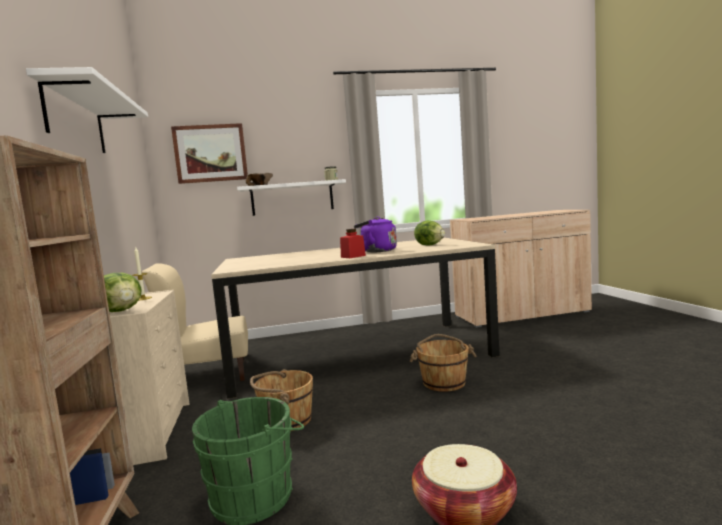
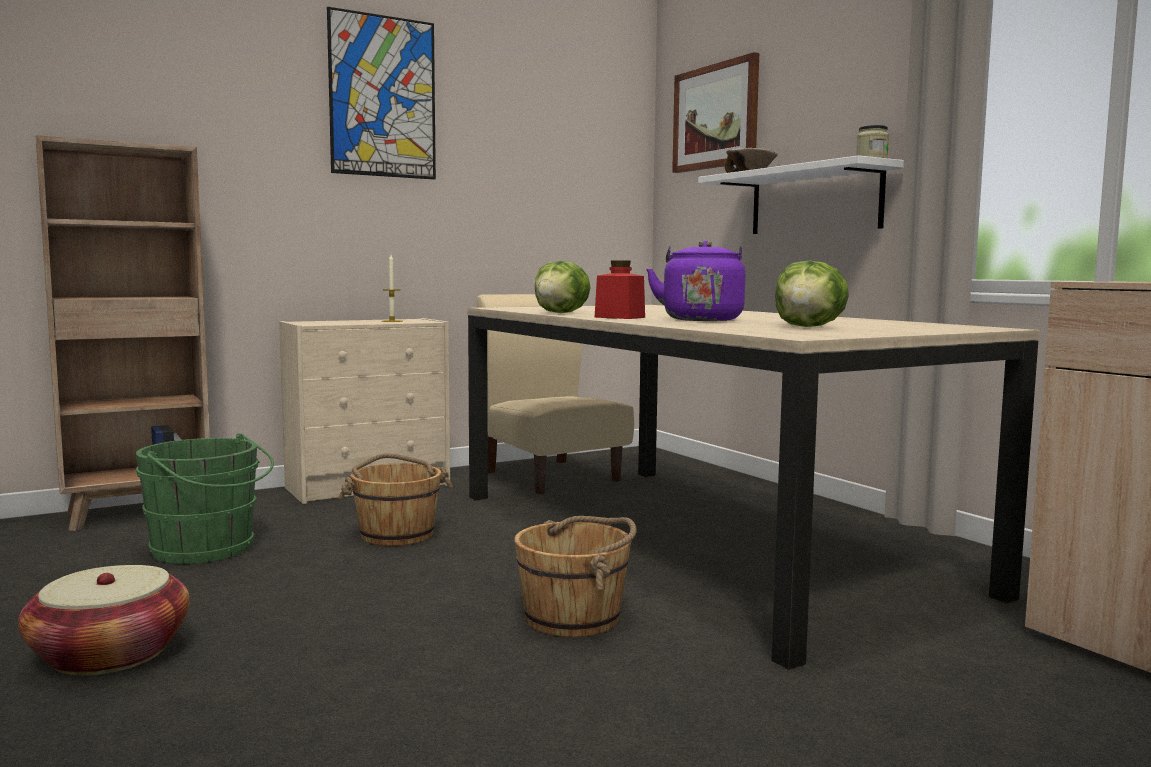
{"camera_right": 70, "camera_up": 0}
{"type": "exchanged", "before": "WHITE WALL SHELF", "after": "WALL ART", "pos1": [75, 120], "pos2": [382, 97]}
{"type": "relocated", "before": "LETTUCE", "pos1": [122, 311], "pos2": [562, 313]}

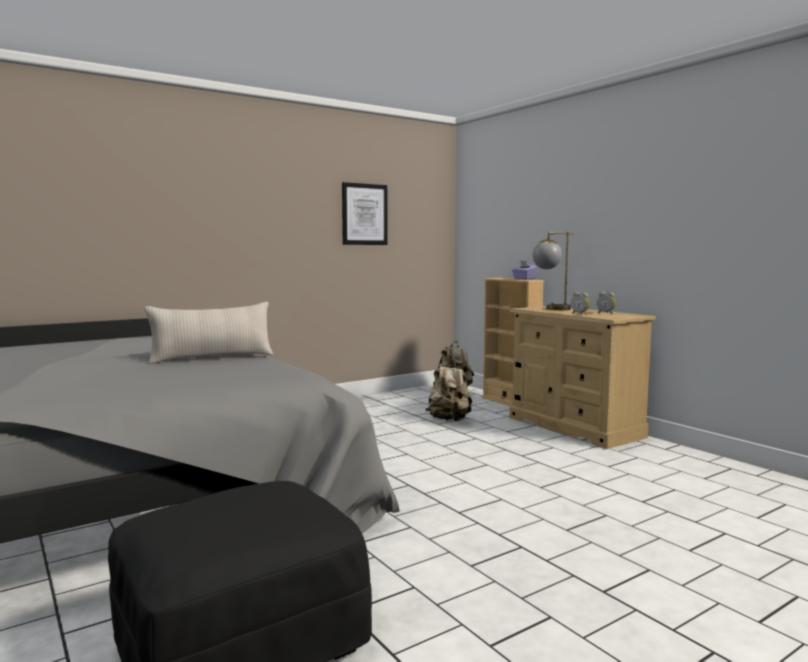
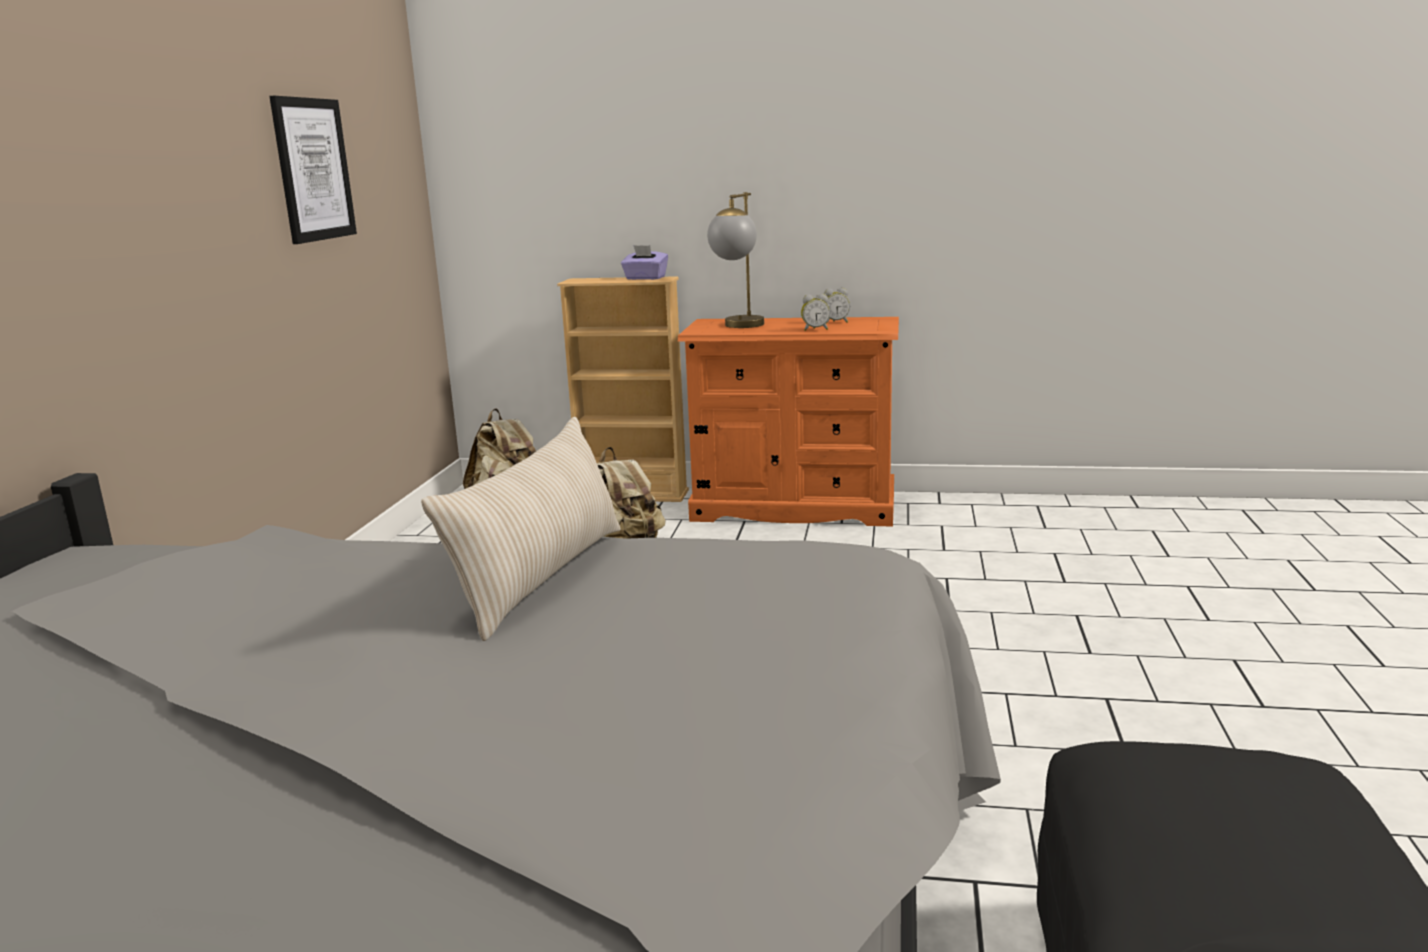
{"camera_right": -45, "camera_up": 10}
{"type": "colour", "before": "BEIGE DRESSER", "after": "ORANGE DRESSER", "pos1": [574, 427], "pos2": [794, 507]}

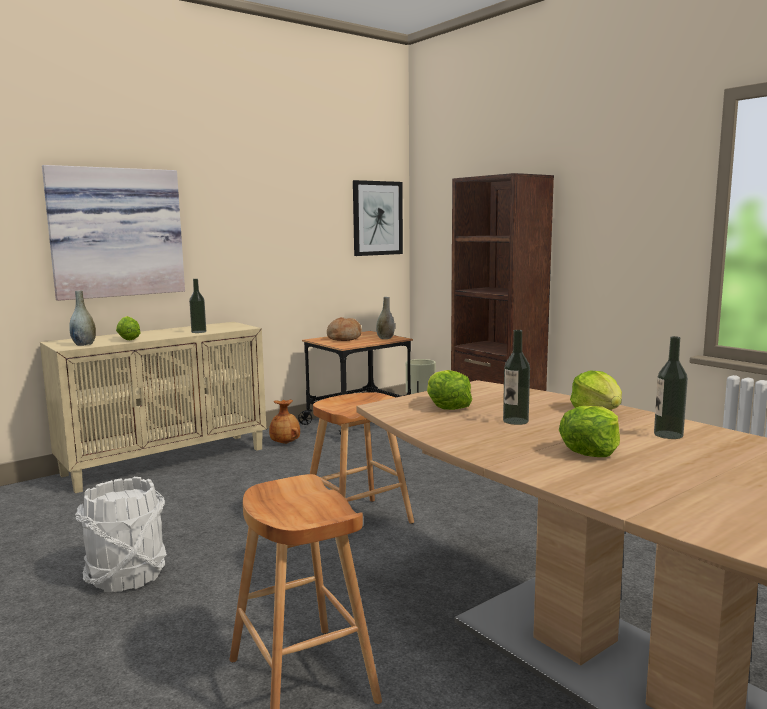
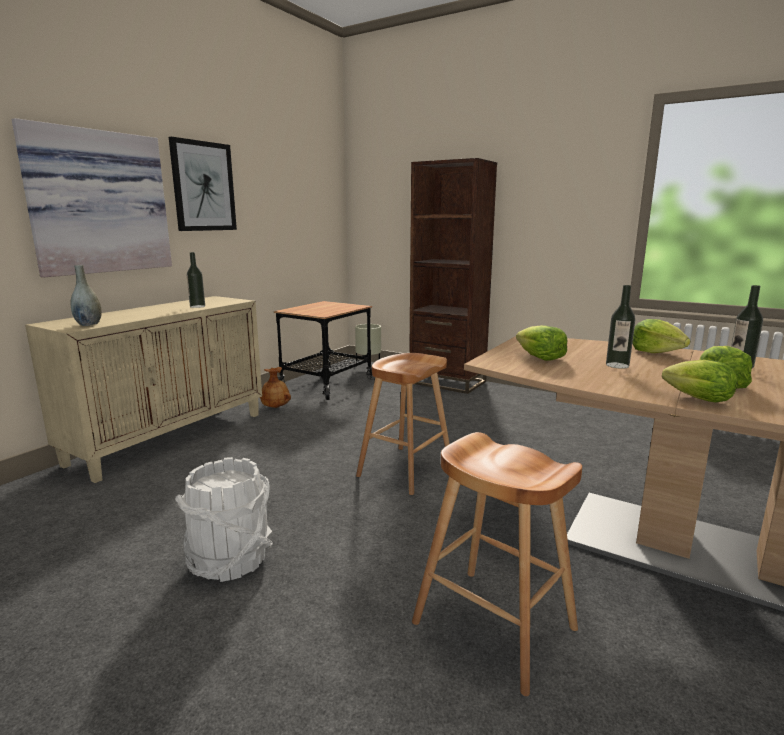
{"camera_right": -20, "camera_up": 5}
{"type": "relocated", "before": "LETTUCE", "pos1": [128, 339], "pos2": [694, 398]}
{"type": "missing", "before": "BAKERY BREAD", "pos1": [343, 338]}
{"type": "relocated", "before": "WALL ART", "pos1": [377, 218], "pos2": [203, 186]}
{"type": "missing", "before": "GREY DECORATIVE VASE", "pos1": [385, 338]}

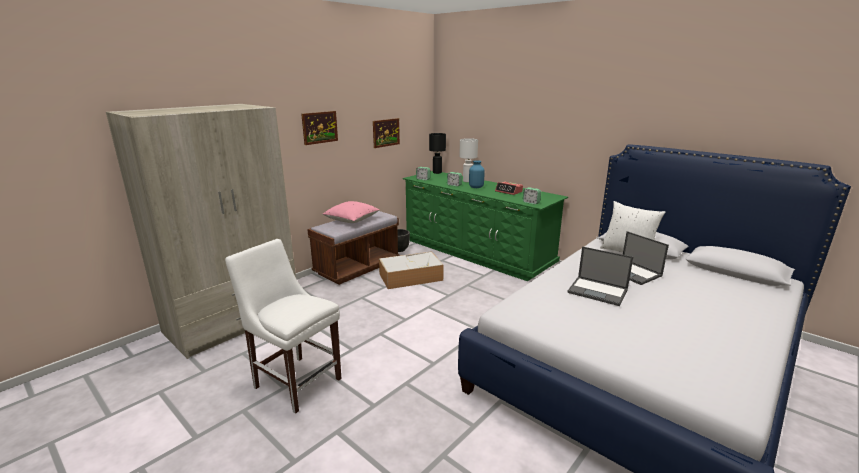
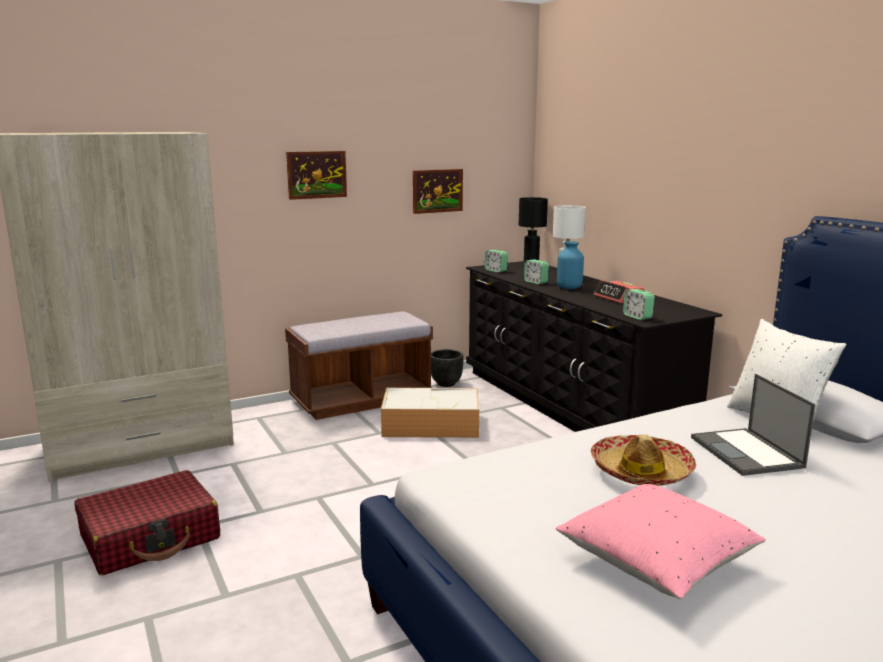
{"camera_right": 20, "camera_up": -5}
{"type": "exchanged", "before": "WHITE CHAIR", "after": "REDDISH SUITCASE", "pos1": [295, 381], "pos2": [151, 537]}
{"type": "relocated", "before": "PINK CUSHION", "pos1": [352, 220], "pos2": [656, 563]}
{"type": "colour", "before": "GREEN-COLOURED DRESSER", "after": "BLACK DRESSER", "pos1": [476, 252], "pos2": [569, 403]}
{"type": "exchanged", "before": "NOTEBOOK COMPUTER", "after": "HAT", "pos1": [598, 291], "pos2": [641, 472]}

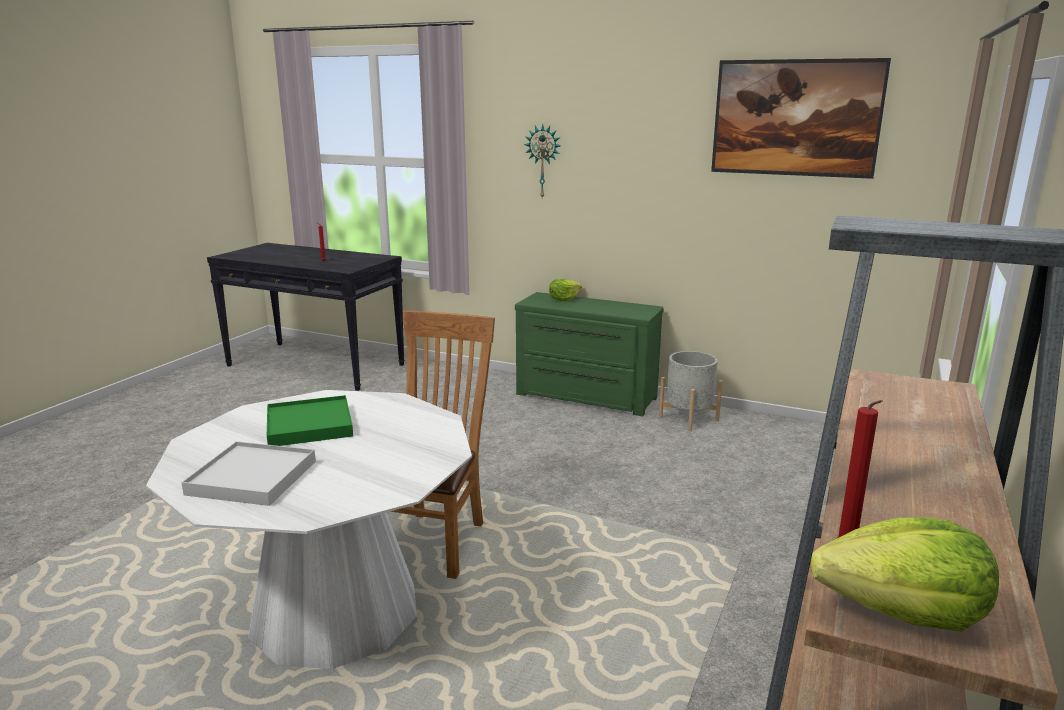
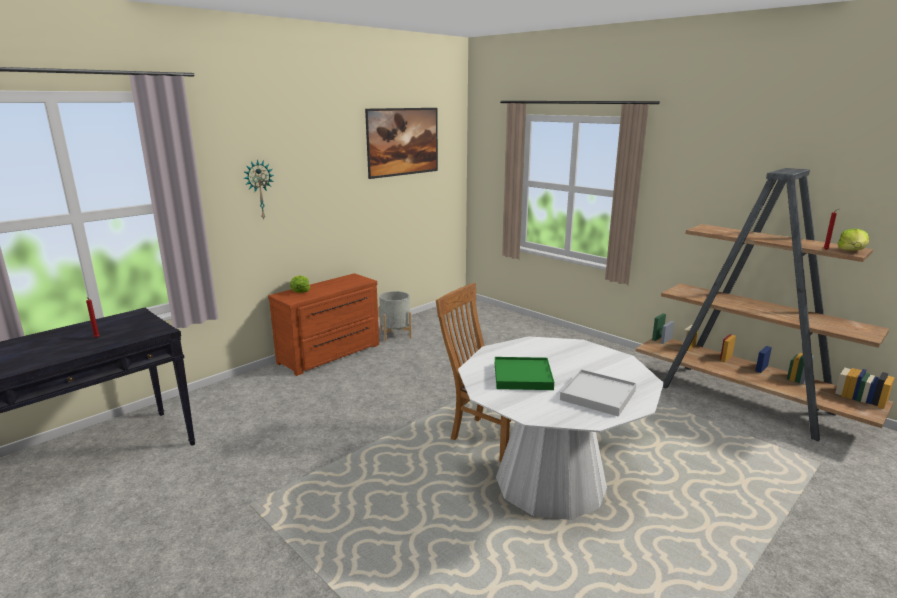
{"camera_right": -70, "camera_up": 0}
{"type": "colour", "before": "GREEN-COLOURED DRESSER", "after": "BROWNISH DRESSER", "pos1": [585, 397], "pos2": [331, 354]}

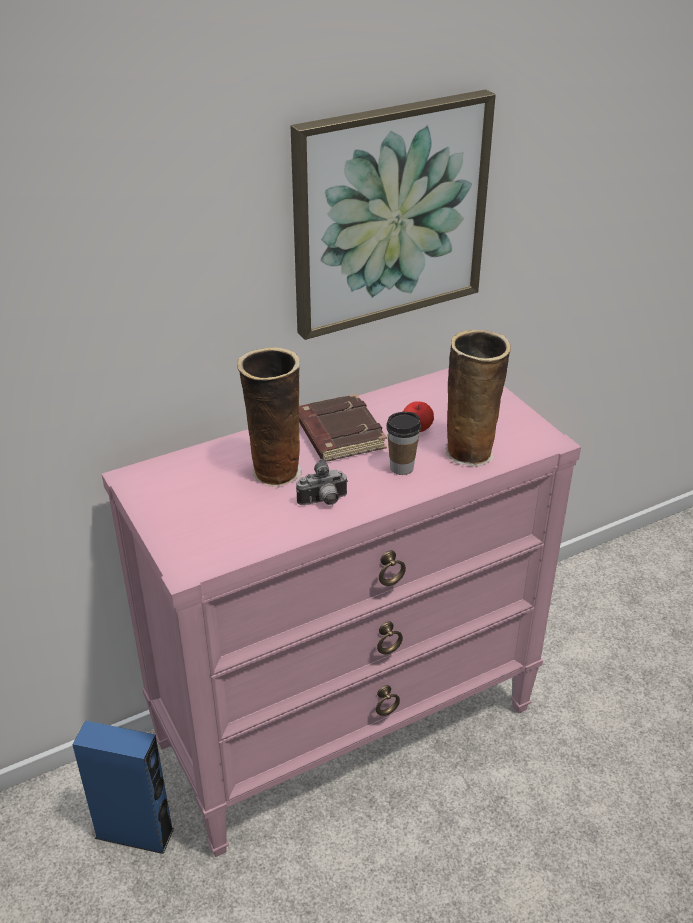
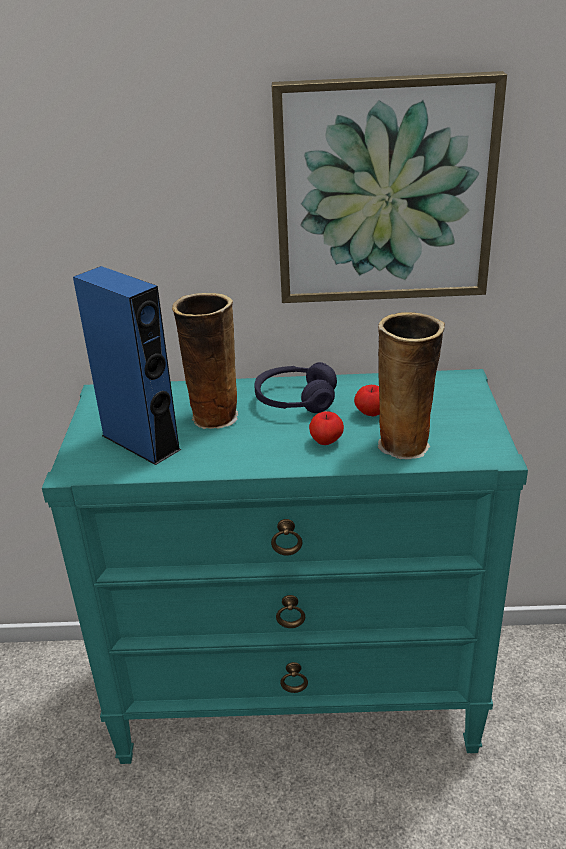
{"camera_right": 30, "camera_up": -5}
{"type": "relocated", "before": "BLUE-COLOURED SPEAKER", "pos1": [134, 833], "pos2": [141, 442]}
{"type": "colour", "before": "PINK DRESSER", "after": "TURQUOISE-COLOURED DRESSER", "pos1": [346, 723], "pos2": [298, 696]}
{"type": "missing", "before": "STILL CAMERA", "pos1": [323, 502]}
{"type": "exchanged", "before": "BROWNISH BOUND BOOK", "after": "PURPLISH HEADPHONES", "pos1": [338, 434], "pos2": [295, 401]}
{"type": "exchanged", "before": "DRINKING CUP", "after": "WHOLE APPLE", "pos1": [401, 468], "pos2": [326, 442]}

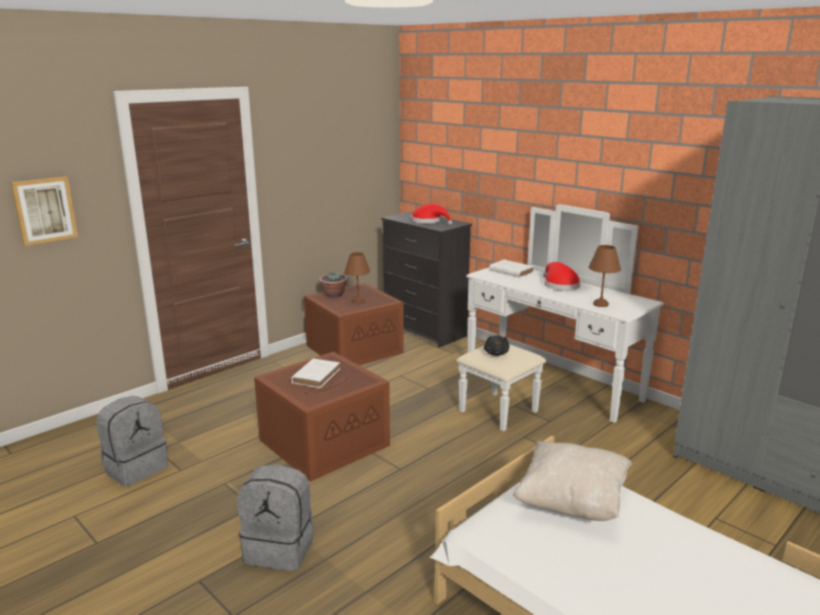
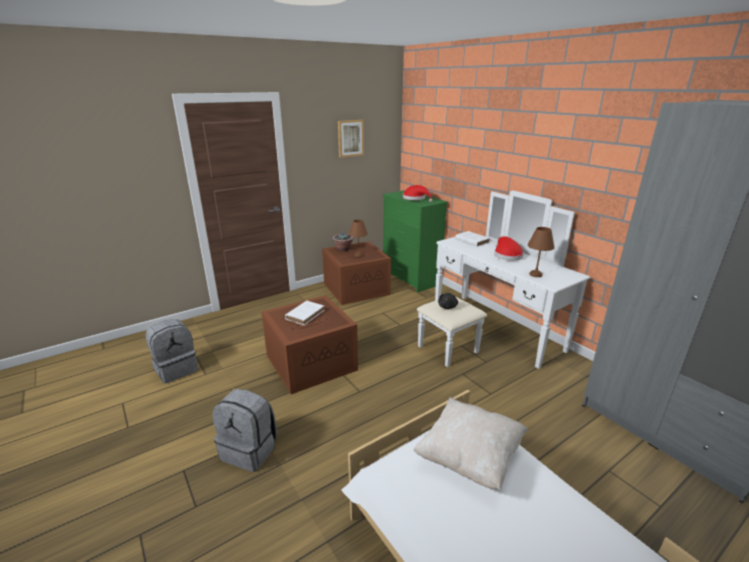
{"camera_right": 10, "camera_up": 5}
{"type": "relocated", "before": "WALL ART", "pos1": [44, 210], "pos2": [350, 138]}
{"type": "colour", "before": "BLACK DRESSER", "after": "GREEN-COLOURED DRESSER", "pos1": [425, 331], "pos2": [410, 279]}

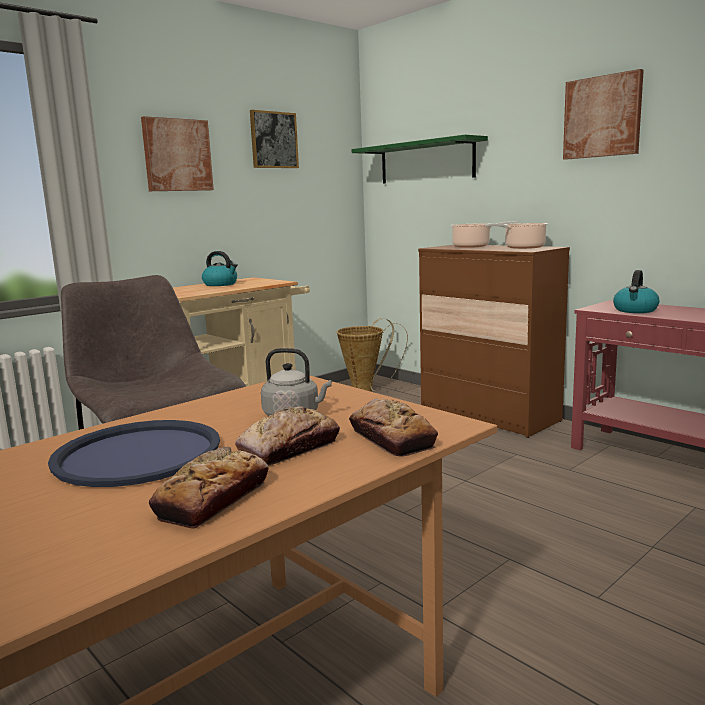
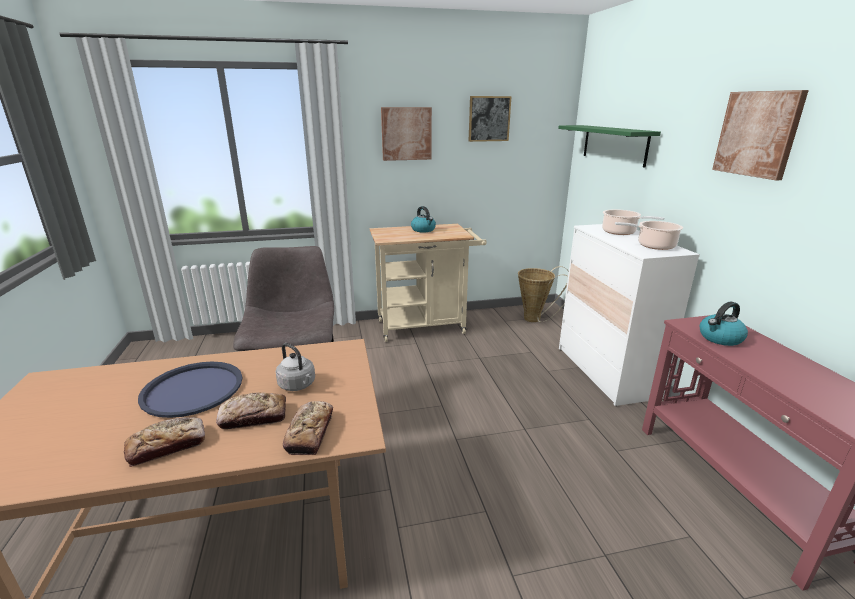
{"camera_right": 30, "camera_up": 10}
{"type": "colour", "before": "BROWNISH DRESSER", "after": "WHITE DRESSER", "pos1": [488, 415], "pos2": [606, 372]}

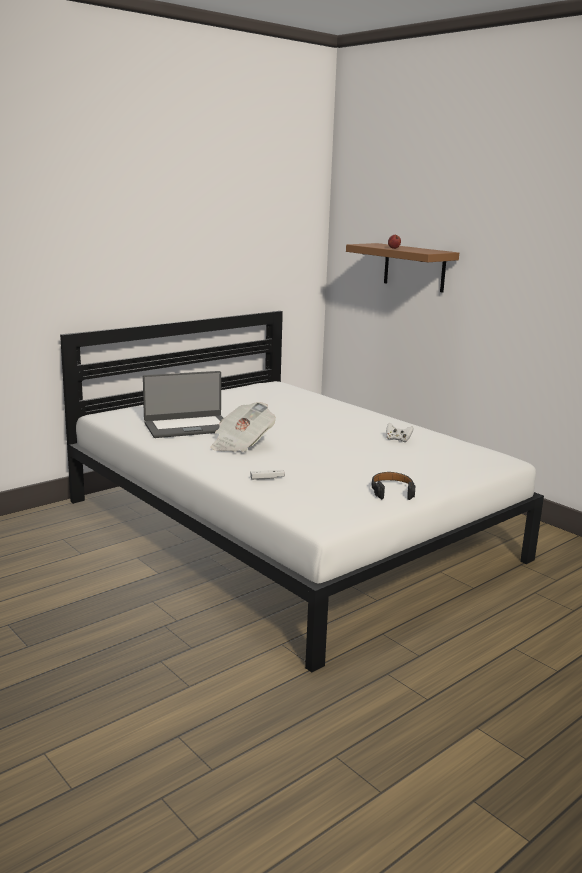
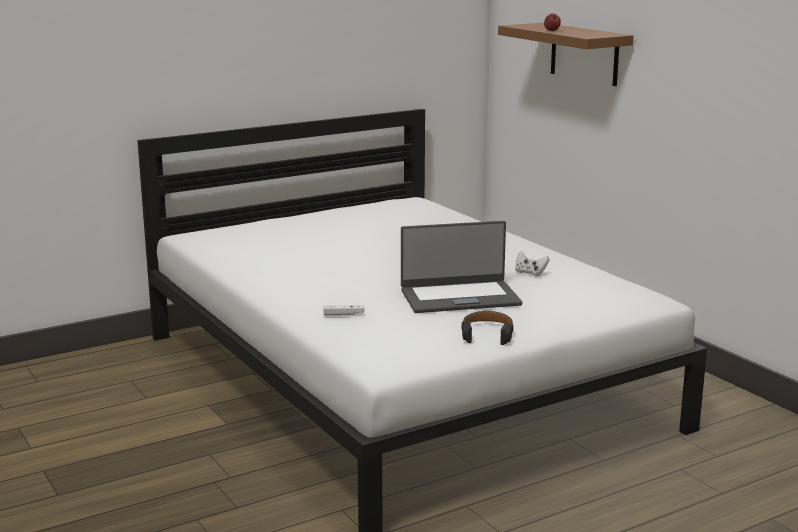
{"camera_right": 10, "camera_up": 0}
{"type": "relocated", "before": "NOTEBOOK COMPUTER", "pos1": [188, 427], "pos2": [459, 297]}
{"type": "missing", "before": "DAILY PAPER", "pos1": [241, 444]}

